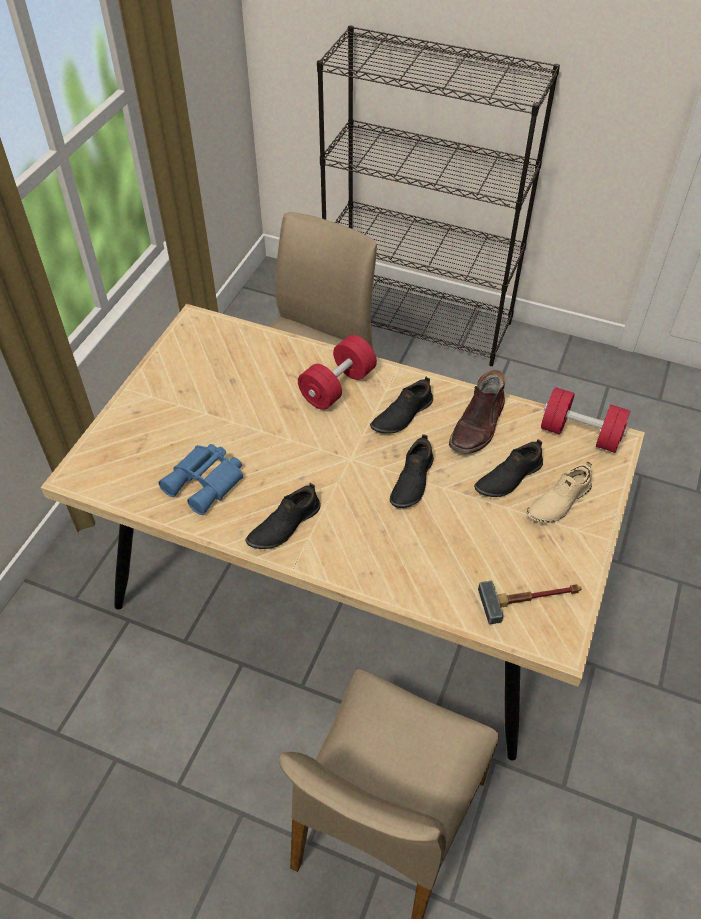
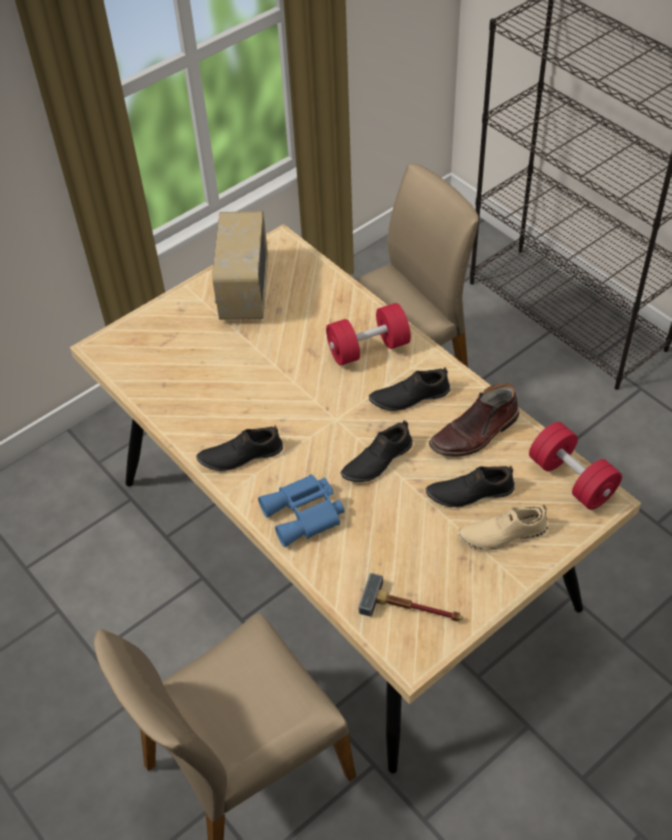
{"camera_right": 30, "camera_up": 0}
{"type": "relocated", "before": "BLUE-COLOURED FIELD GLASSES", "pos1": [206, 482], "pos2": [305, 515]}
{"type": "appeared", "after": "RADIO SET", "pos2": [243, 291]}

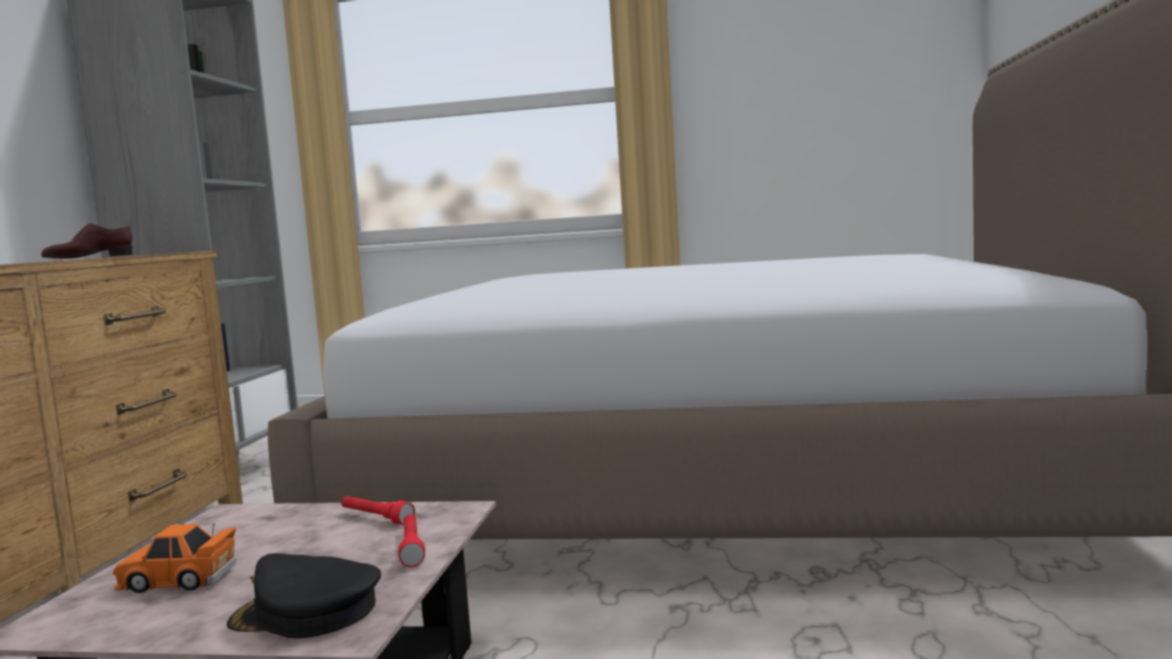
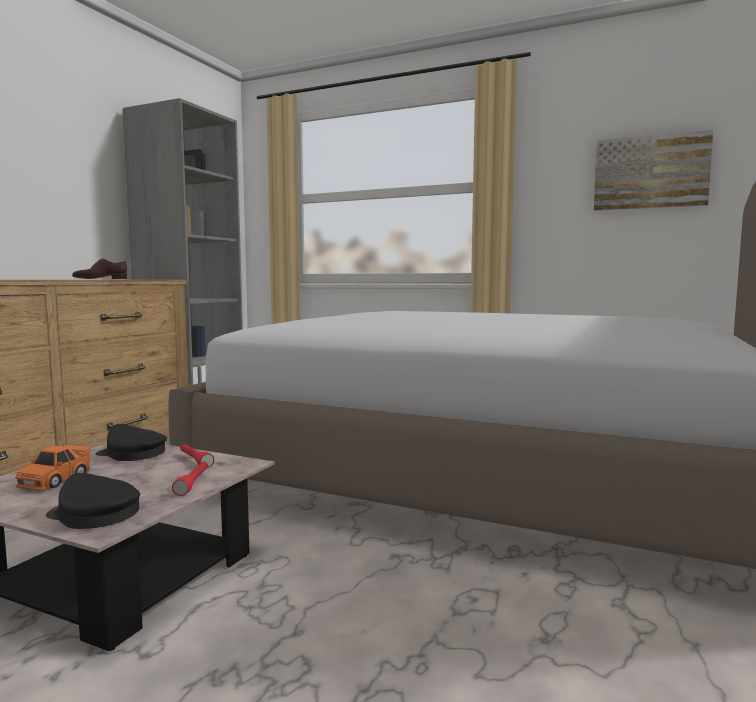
{"camera_right": 15, "camera_up": 0}
{"type": "spun", "before": "ORANGE TOY CAR", "pos1": [178, 580], "pos2": [55, 480], "turn": -90}
{"type": "appeared", "after": "BLACK PEAKED CAP", "pos2": [131, 453]}
{"type": "appeared", "after": "WALL ART", "pos2": [650, 172]}

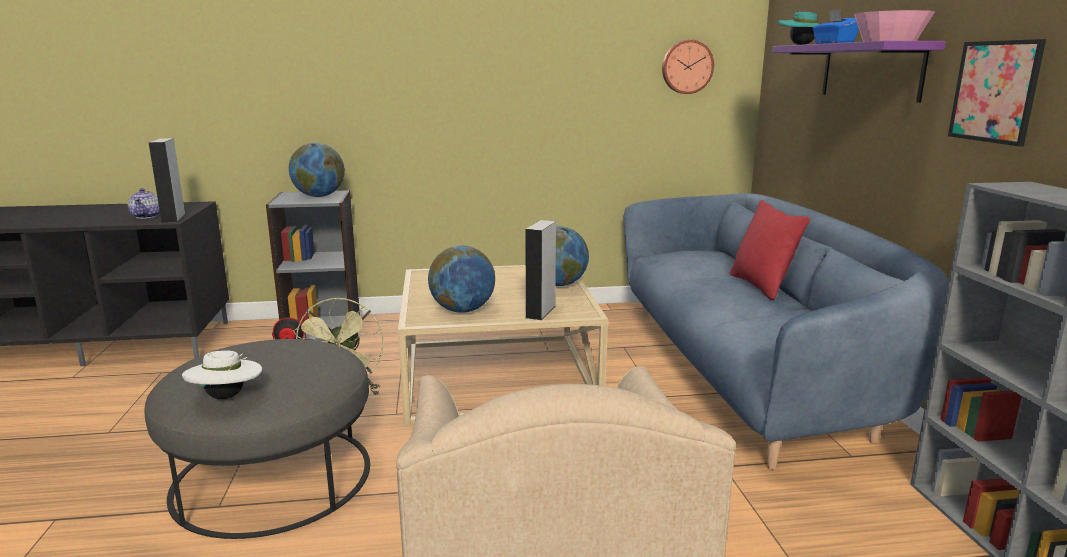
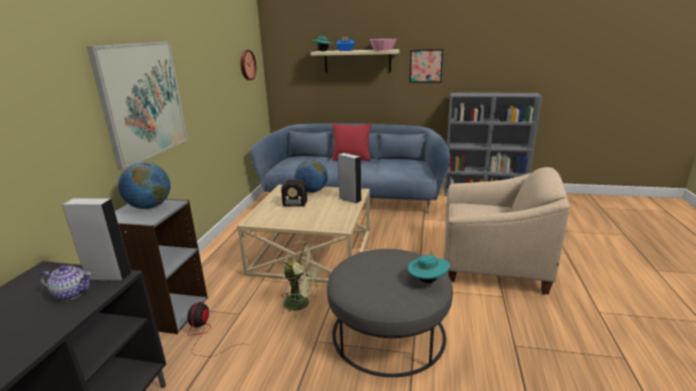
{"camera_right": -70, "camera_up": 5}
{"type": "colour", "before": "WHITE HAT", "after": "TURQUOISE-COLOURED HAT", "pos1": [226, 397], "pos2": [427, 280]}
{"type": "missing", "before": "DESK GLOBE", "pos1": [462, 310]}
{"type": "colour", "before": "PURPLISH WALL SHELF", "after": "BEIGE WALL SHELF", "pos1": [870, 71], "pos2": [357, 61]}
{"type": "appeared", "after": "WALL ART", "pos2": [143, 101]}
{"type": "appeared", "after": "RADIO SET", "pos2": [287, 202]}

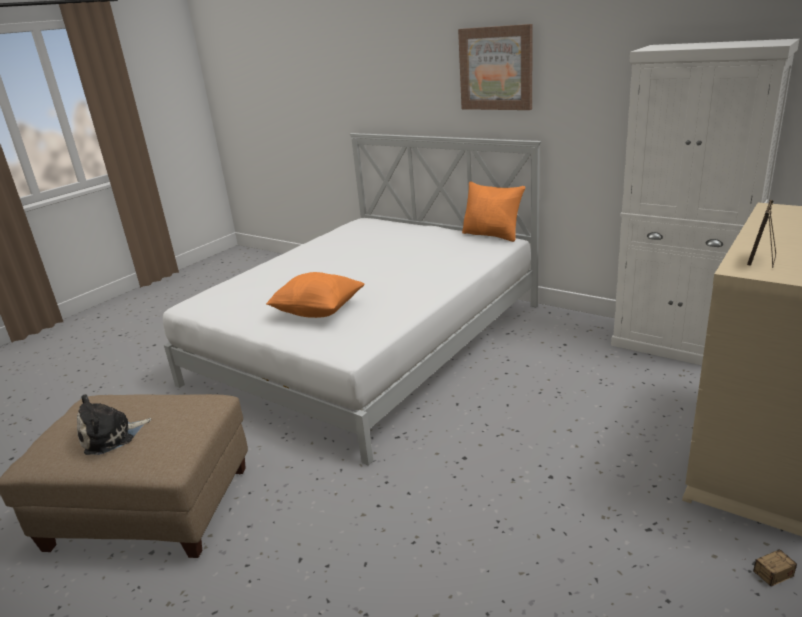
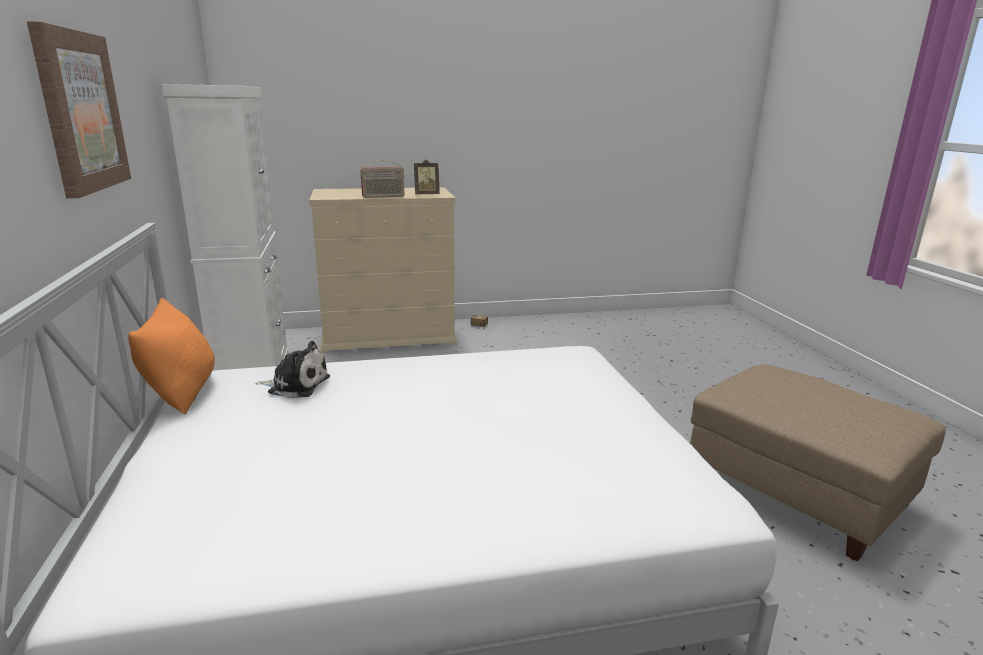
{"camera_right": -140, "camera_up": -5}
{"type": "relocated", "before": "PLUSH TOY", "pos1": [111, 436], "pos2": [296, 385]}
{"type": "missing", "before": "ORANGE CUSHION", "pos1": [318, 311]}
{"type": "appeared", "after": "RADIO SET", "pos2": [383, 197]}

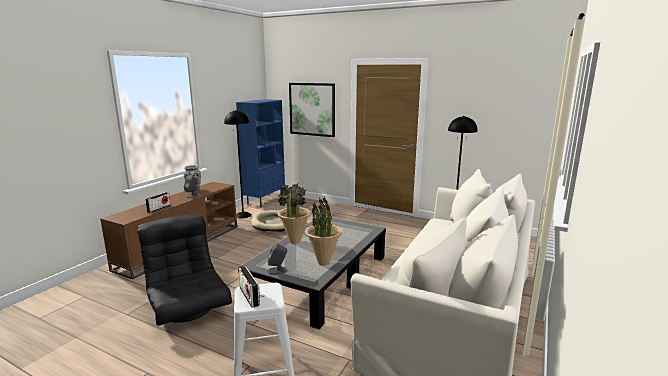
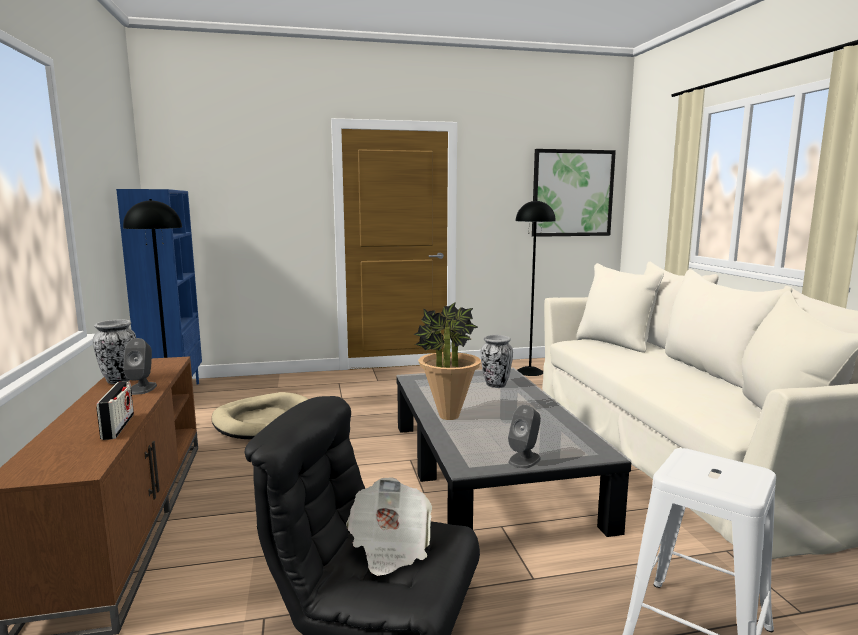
{"camera_right": -40, "camera_up": -5}
{"type": "missing", "before": "RADIO SET", "pos1": [249, 296]}
{"type": "relocated", "before": "WALL ART", "pos1": [312, 109], "pos2": [572, 193]}
{"type": "missing", "before": "POTTED PLANT", "pos1": [323, 263]}
{"type": "appeared", "after": "DAILY PAPER", "pos2": [390, 547]}
{"type": "appeared", "after": "DECORATIVE VASE", "pos2": [495, 385]}

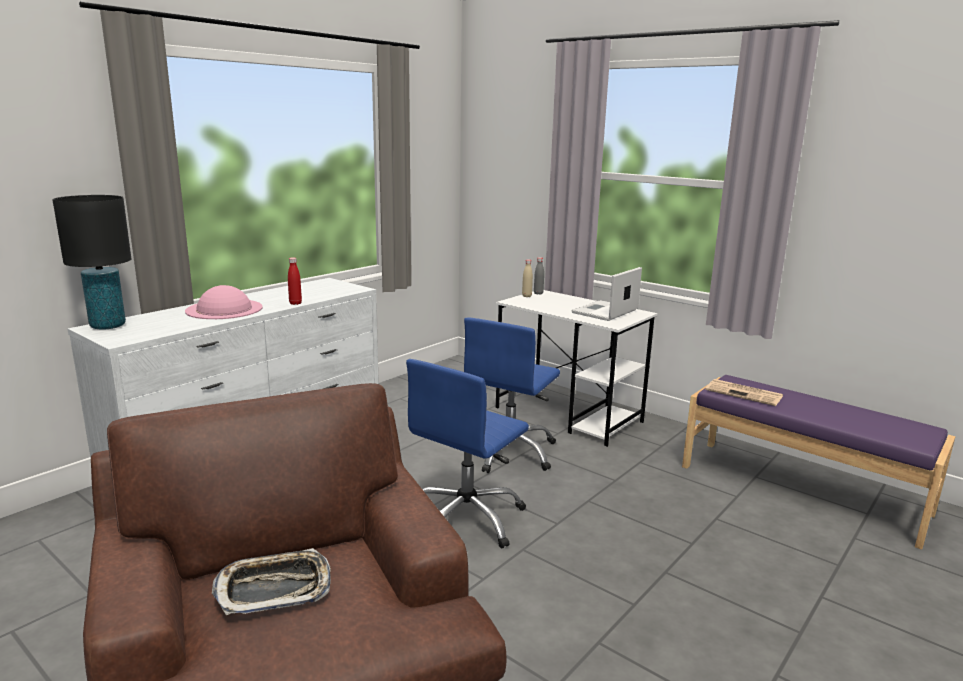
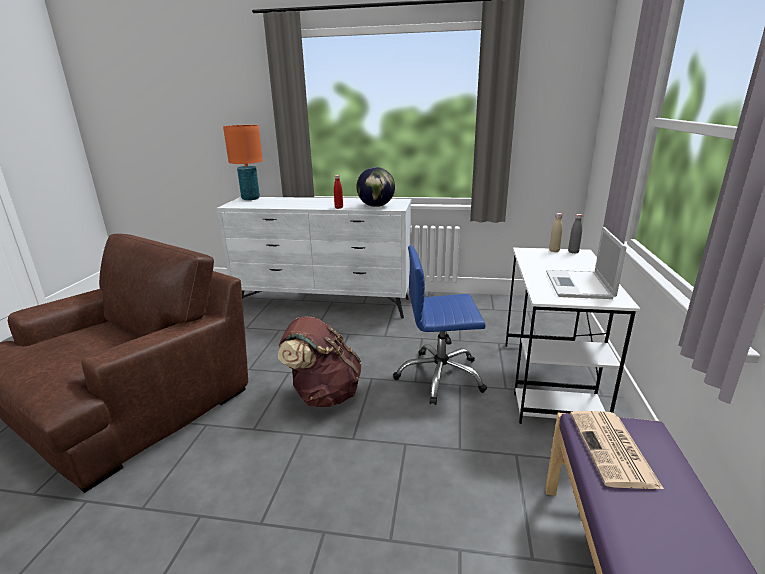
{"camera_right": 60, "camera_up": 5}
{"type": "colour", "before": "BLACK TABLETOP LAMP", "after": "ORANGE TABLETOP LAMP", "pos1": [108, 326], "pos2": [250, 199]}
{"type": "missing", "before": "PINK HAT", "pos1": [224, 309]}
{"type": "missing", "before": "TRAY", "pos1": [274, 588]}
{"type": "exchanged", "before": "BLUE-COLOURED DESK CHAIR", "after": "BROWNISH BACKPACK", "pos1": [466, 518], "pos2": [323, 394]}
{"type": "spun", "before": "NOTEBOOK COMPUTER", "pos1": [604, 312], "pos2": [579, 285], "turn": -90}
{"type": "appeared", "after": "DESK GLOBE", "pos2": [376, 206]}

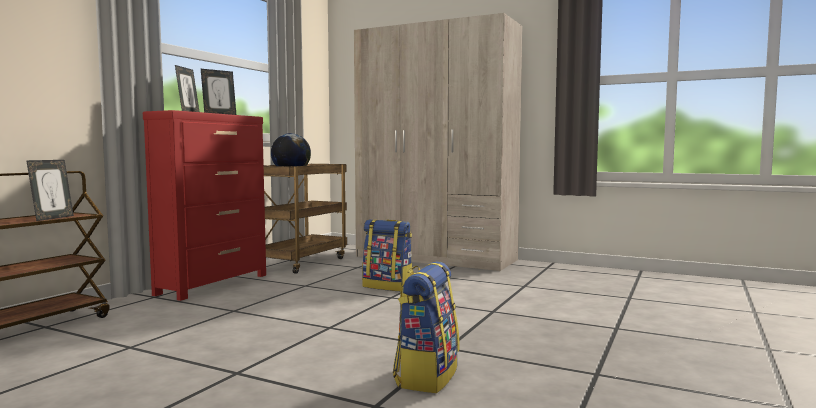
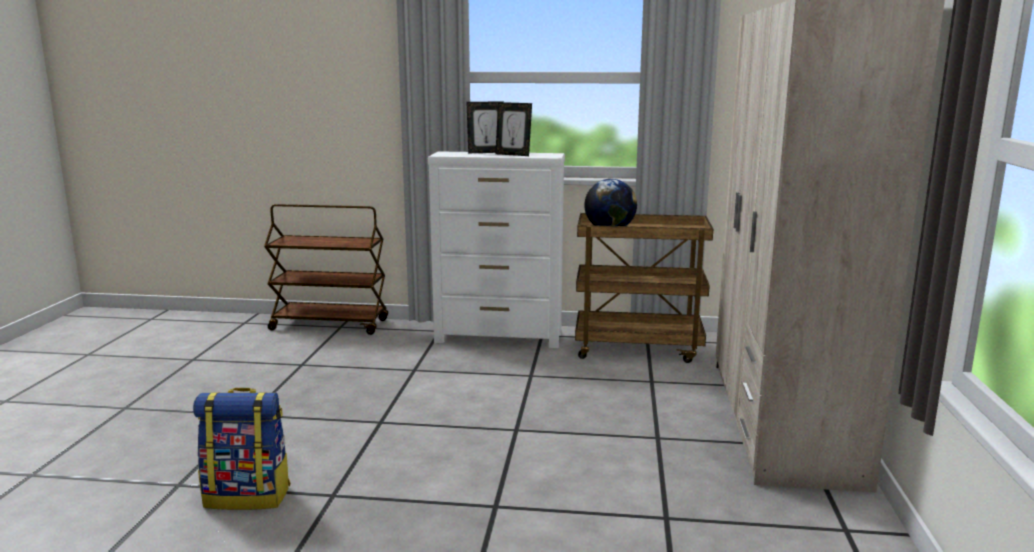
{"camera_right": 70, "camera_up": 10}
{"type": "missing", "before": "PHOTO FRAME", "pos1": [52, 218]}
{"type": "colour", "before": "REDDISH DRESSER", "after": "WHITE DRESSER", "pos1": [214, 284], "pos2": [499, 338]}
{"type": "missing", "before": "BACKPACK", "pos1": [388, 286]}

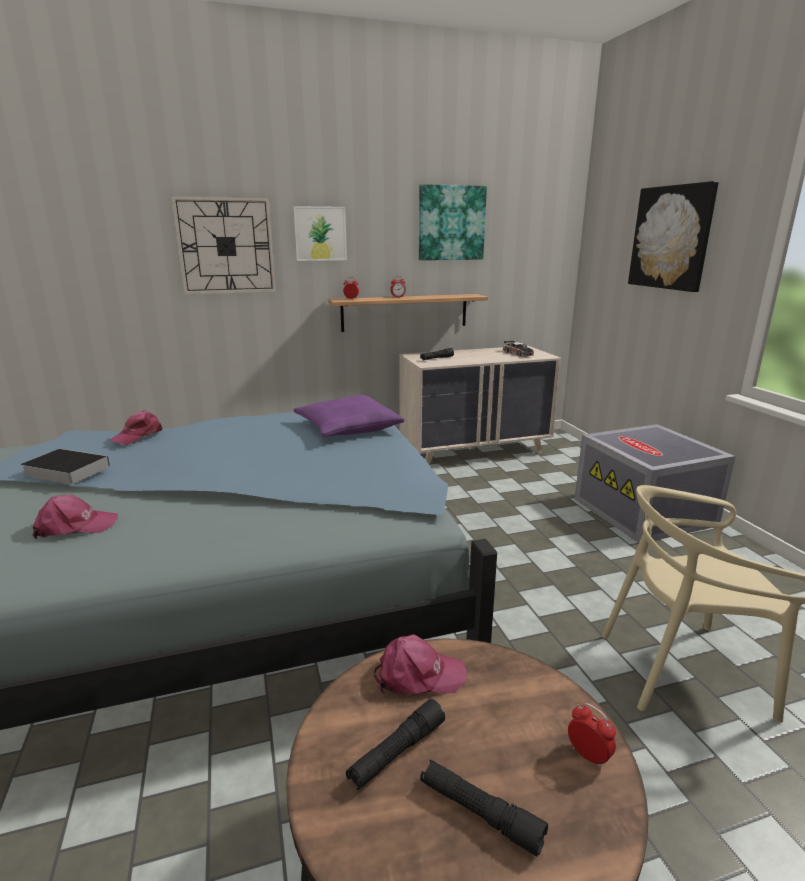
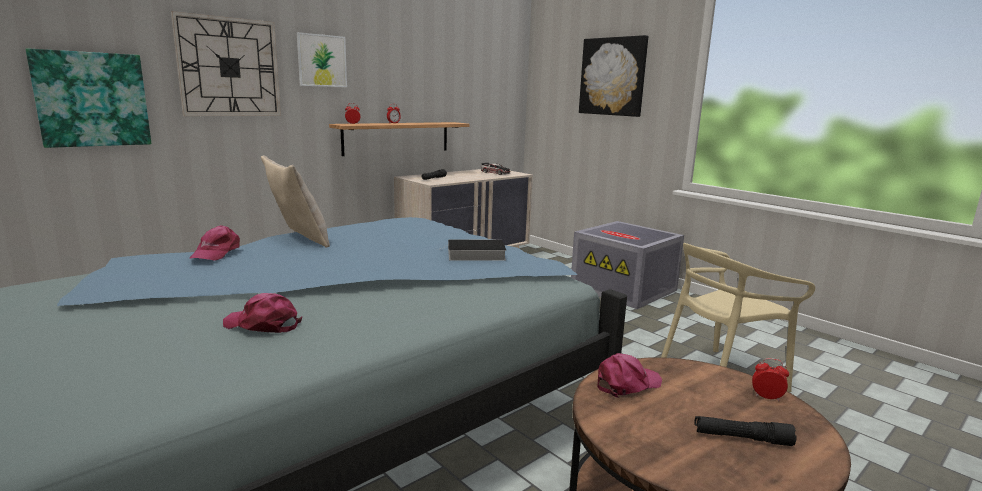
{"camera_right": -25, "camera_up": -5}
{"type": "relocated", "before": "BOUND BOOK", "pos1": [64, 471], "pos2": [474, 254]}
{"type": "spun", "before": "PINK PEAKED CAP", "pos1": [75, 526], "pos2": [263, 324], "turn": -120}
{"type": "missing", "before": "PURPLISH CUSHION", "pos1": [347, 427]}
{"type": "missing", "before": "BLACK FLASHLIGHT", "pos1": [397, 752]}
{"type": "relocated", "before": "WALL ART", "pos1": [451, 223], "pos2": [92, 99]}
{"type": "appeared", "after": "BEIGE CUSHION", "pos2": [298, 239]}

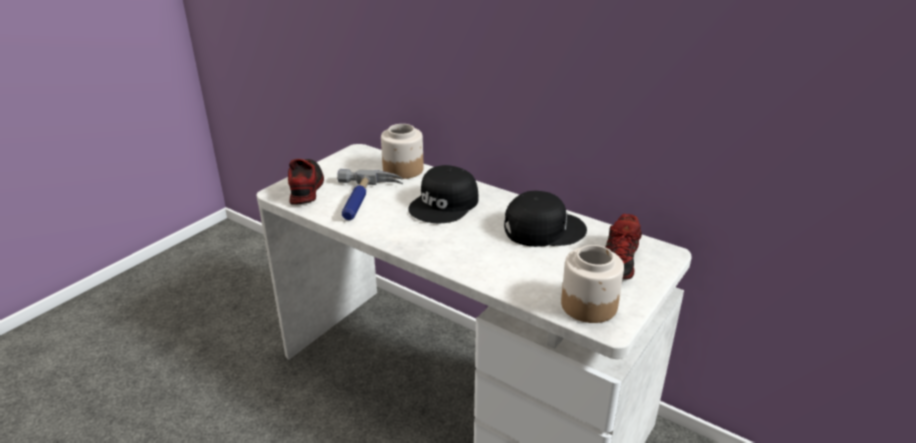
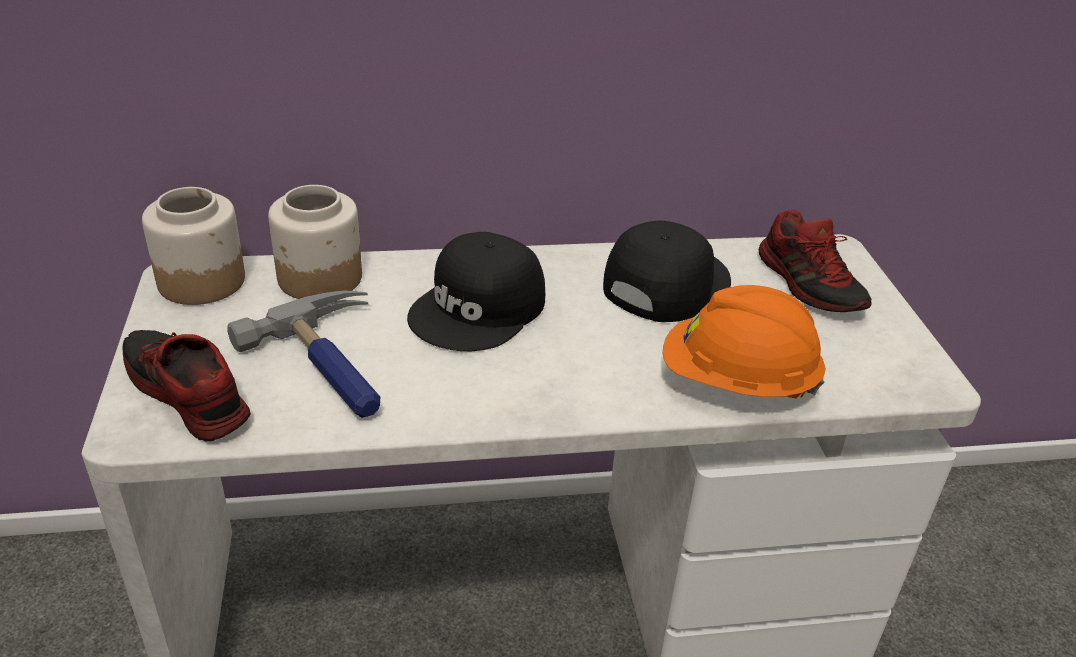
{"camera_right": -45, "camera_up": 5}
{"type": "spun", "before": "BLACK PEAKED CAP", "pos1": [445, 204], "pos2": [480, 309], "turn": 45}
{"type": "relocated", "before": "PRESERVE JAR", "pos1": [589, 305], "pos2": [202, 281]}
{"type": "appeared", "after": "ORANGE SAFETY HELMET", "pos2": [736, 382]}

